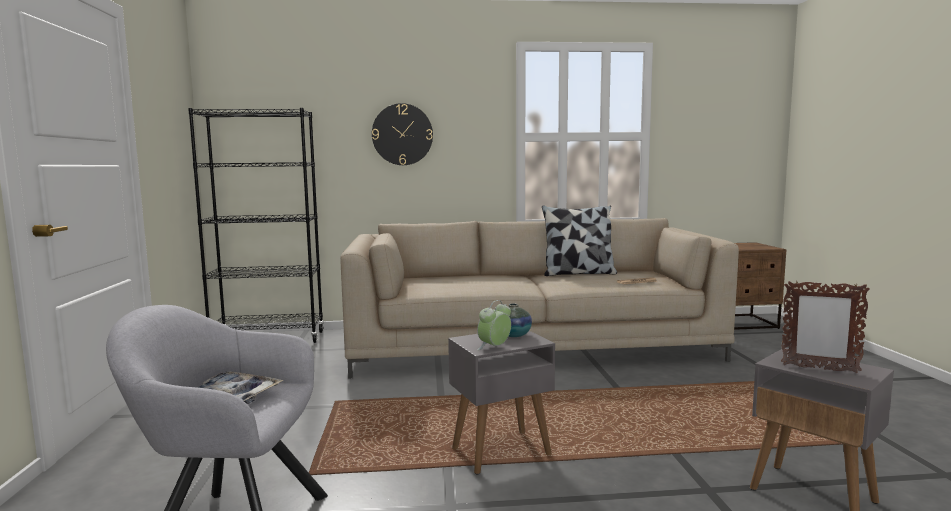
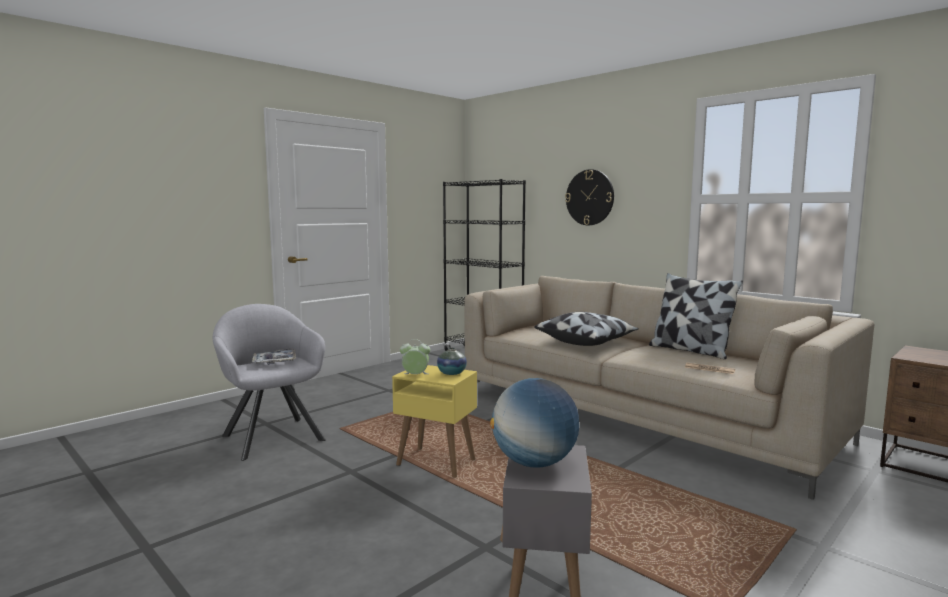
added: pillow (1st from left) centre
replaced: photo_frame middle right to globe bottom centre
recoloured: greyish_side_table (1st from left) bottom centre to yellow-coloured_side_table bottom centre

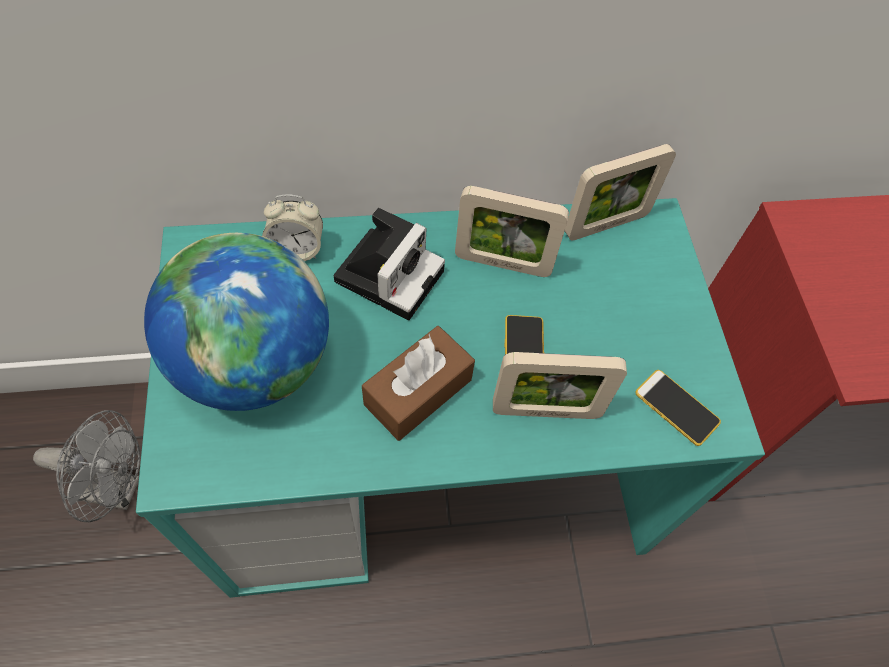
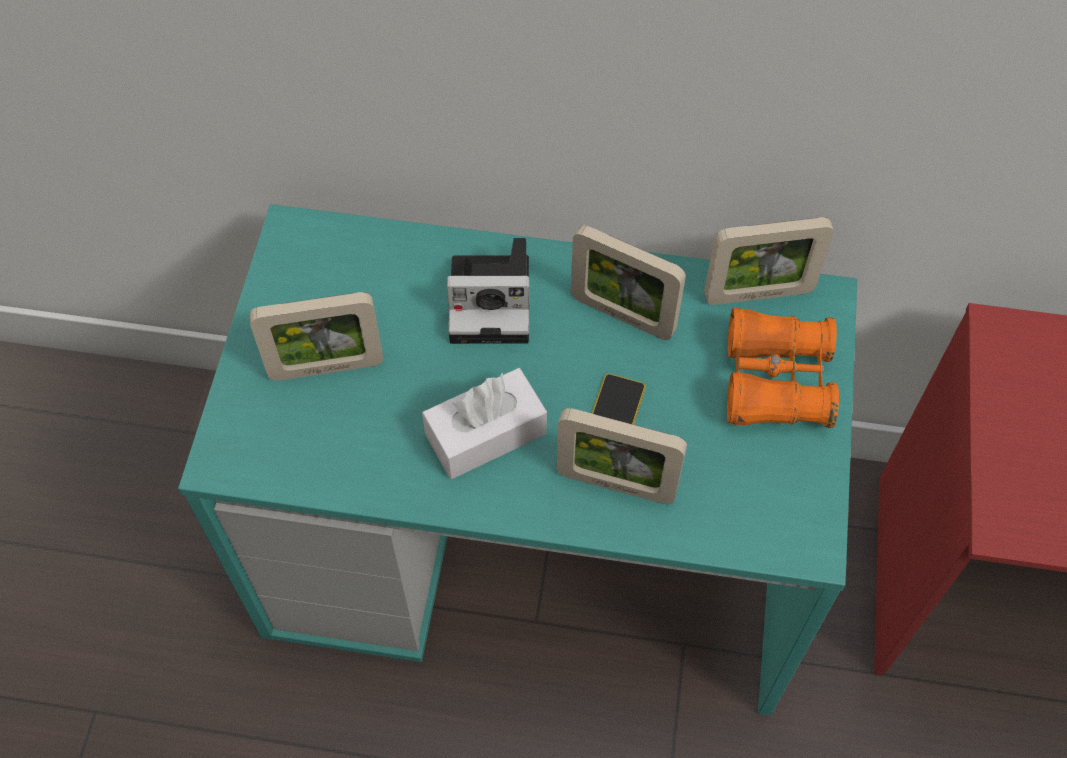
removed: greyish_cooling_fan bottom left; bedside_clock middle left; handset (2nd from left) middle right
added: orange_pair_of_binoculars middle right
replaced: globe middle left to photo_frame (1st from left) middle left
recoloured: brown_tissue_box centre to white_tissue_box centre
turned: still_camera centre = centre 45 degrees clockwise

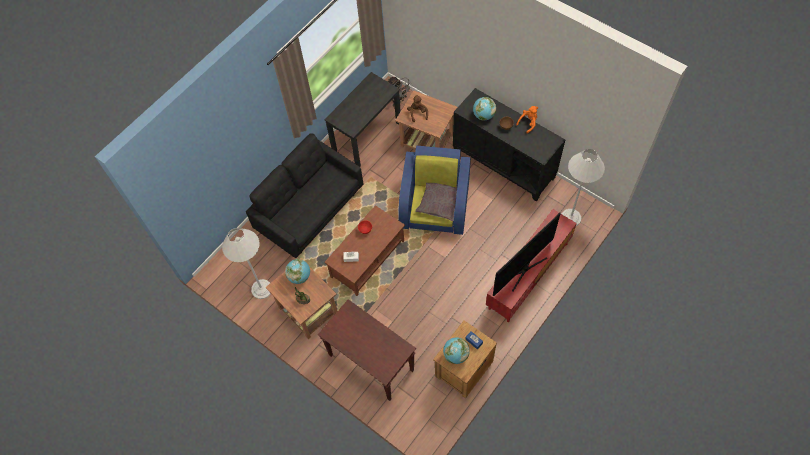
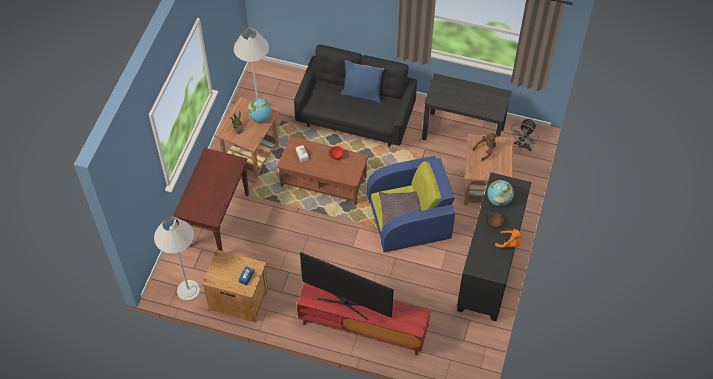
removed: globe (2nd from left) bottom centre
added: blue_pillow top centre
moved: white_floor_lamp (2nd from left in the first image) middle right to white_floor_lamp (1st from left) bottom left

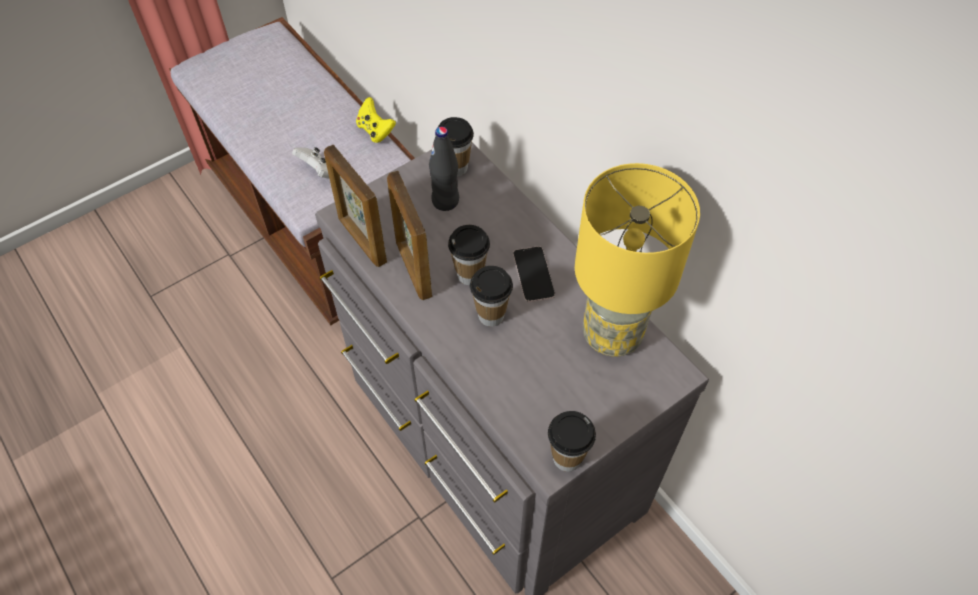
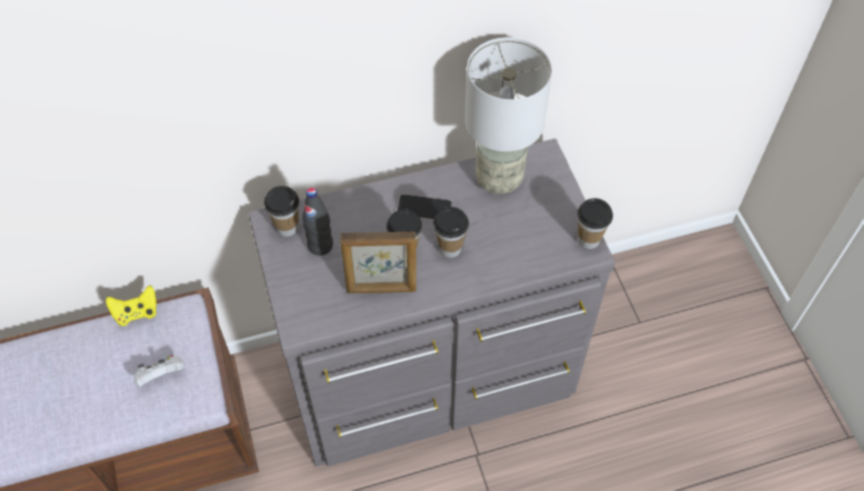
removed: photo_frame (1st from left) centre
recoloured: yellow-coloured_table_lamp centre to greyish_table_lamp top centre

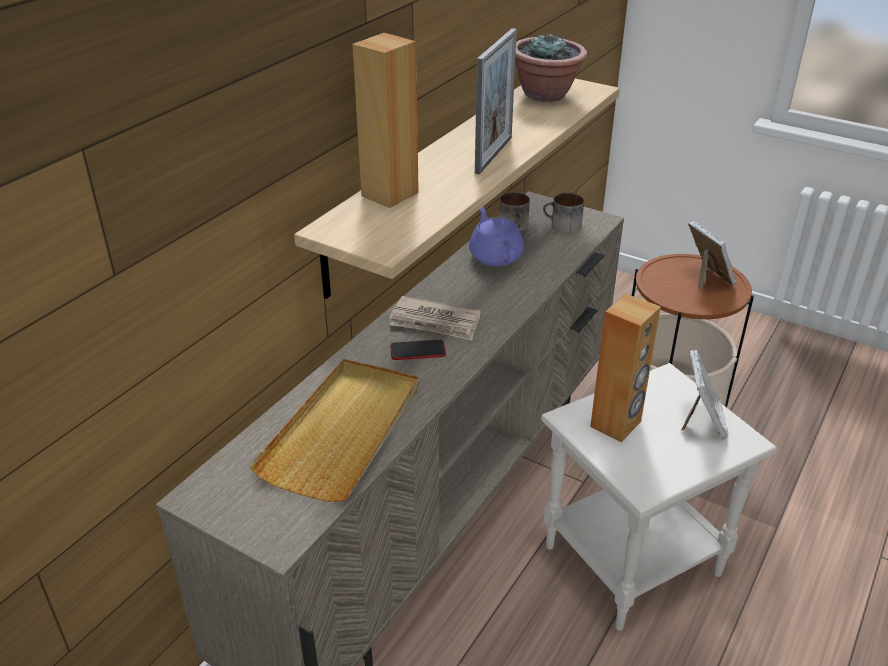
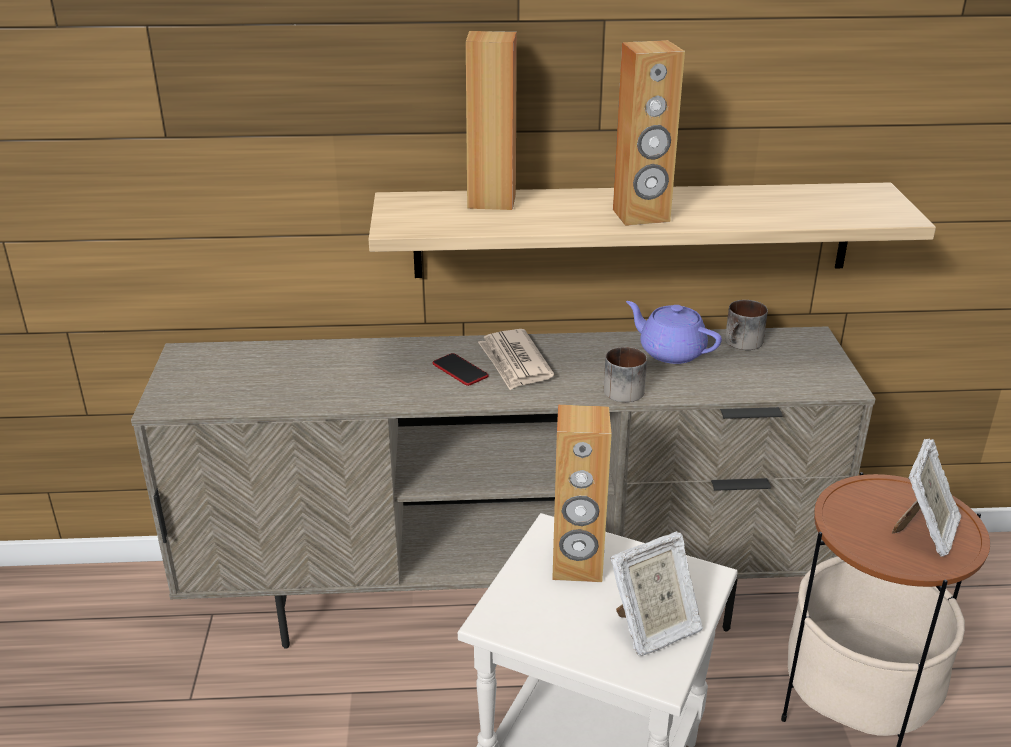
removed: beige_carrying_tray centre; potted_plant top centre
moved: coffee_mug (2nd from left in the first image) top centre to coffee_mug (1st from left) centre
replaced: photo_frame (1st from left) top centre to brown_loudspeaker (3rd from left) top centre
turned: purplish_teapot centre = middle right 90 degrees counterclockwise

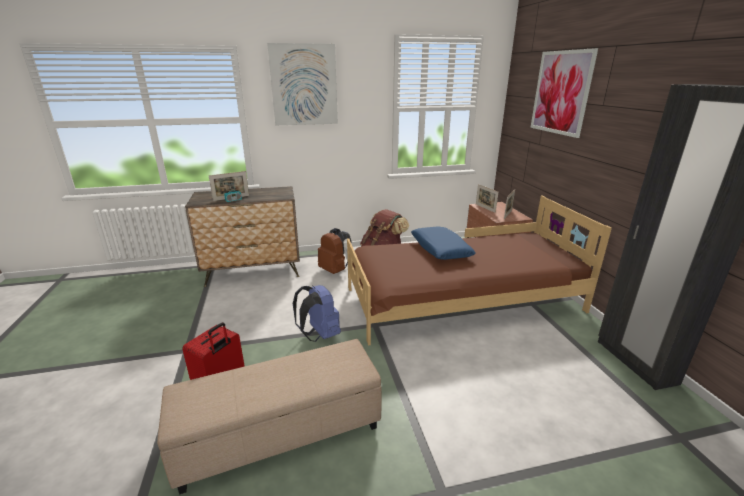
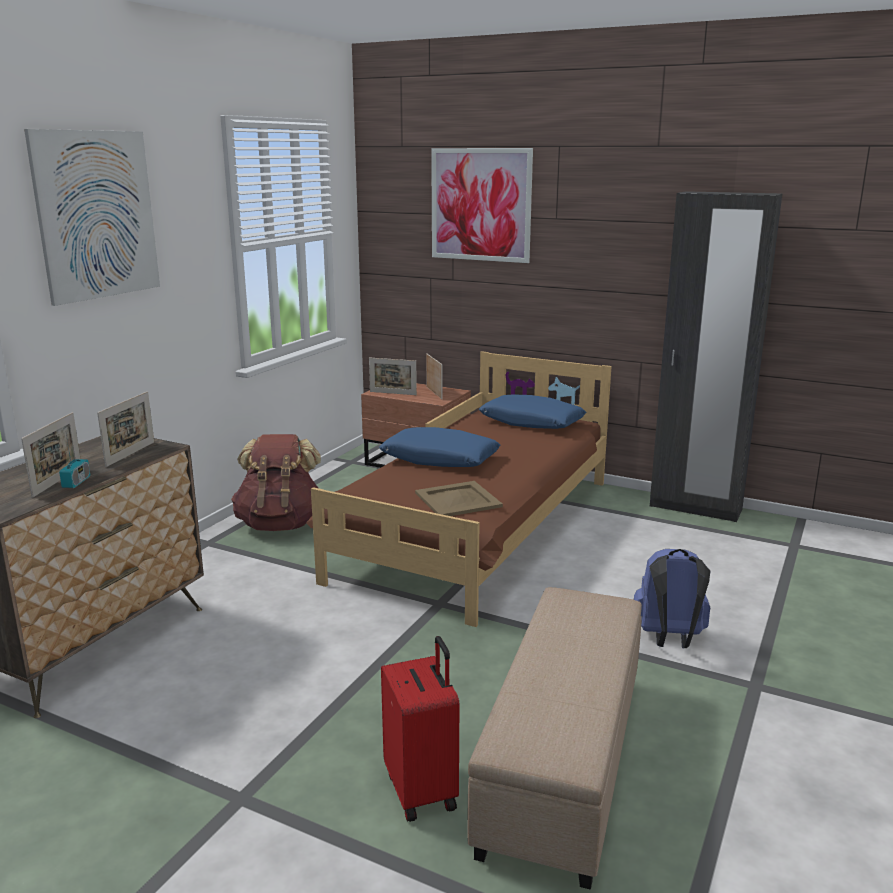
removed: brown_knapsack (1st from left) centre
added: photo_frame (2nd from left) middle left; beige_carrying_tray centre; blue_pillow (2nd from left) centre
moved: blue_knapsack centre to bottom right

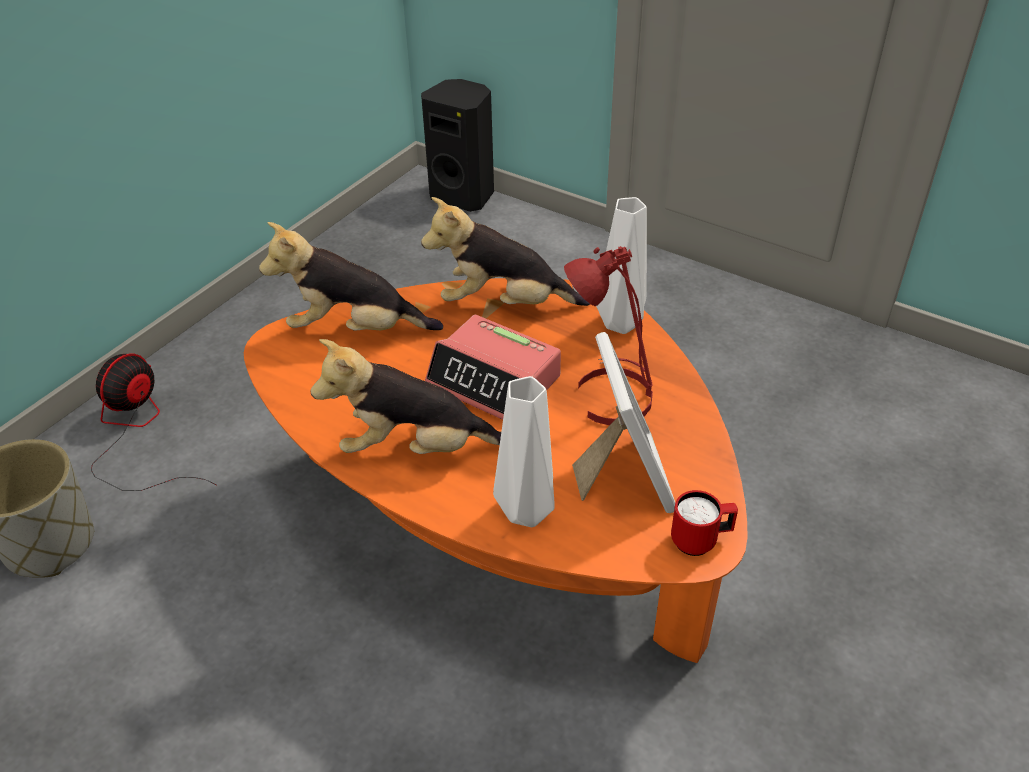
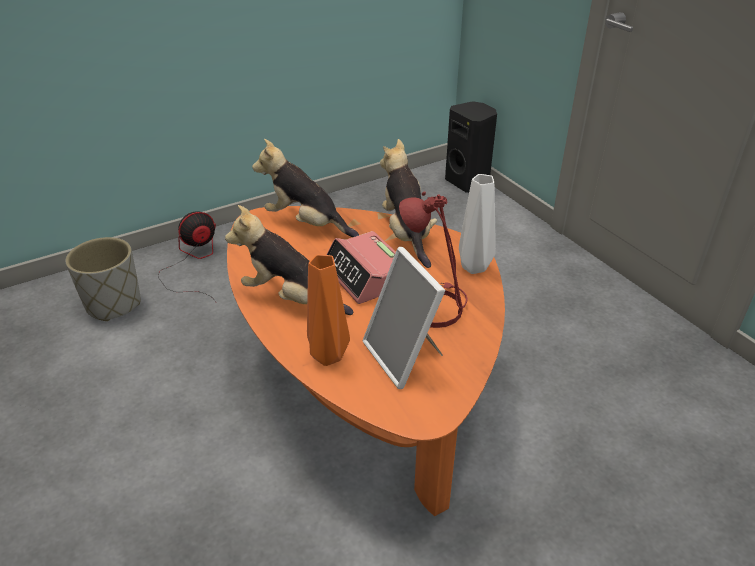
removed: red-coloured_coffee_mug bottom right
recoloured: white_vase (1st from left) centre to orange_vase centre
turned: plush_toy (3rd from left) top centre = centre 45 degrees clockwise; photo_frame centre = centre 135 degrees clockwise

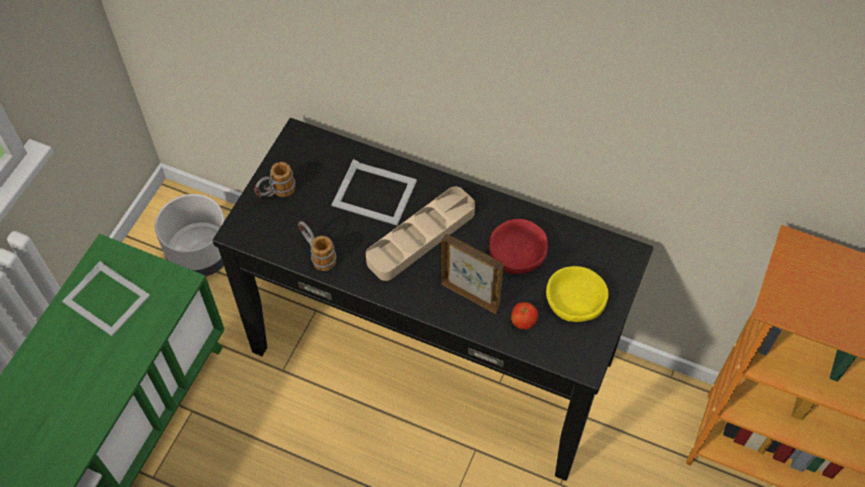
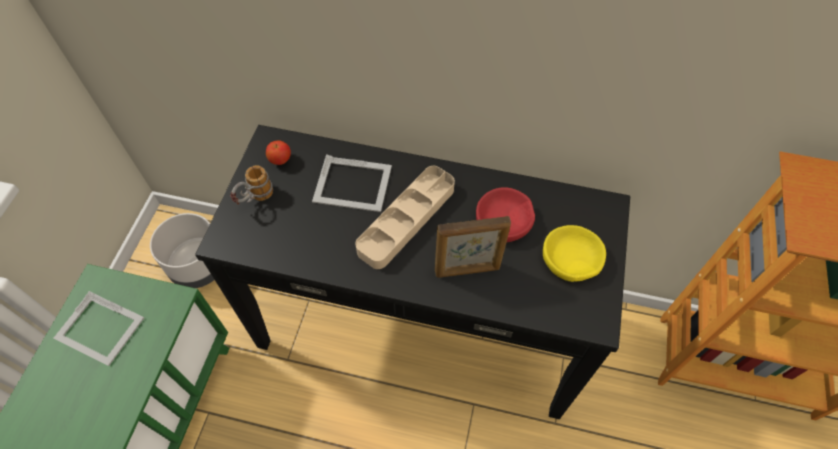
removed: coffee_mug (2nd from left) centre
moved: apple_fruit centre to middle left
turned: photo_frame (3rd from left) centre = centre 150 degrees clockwise

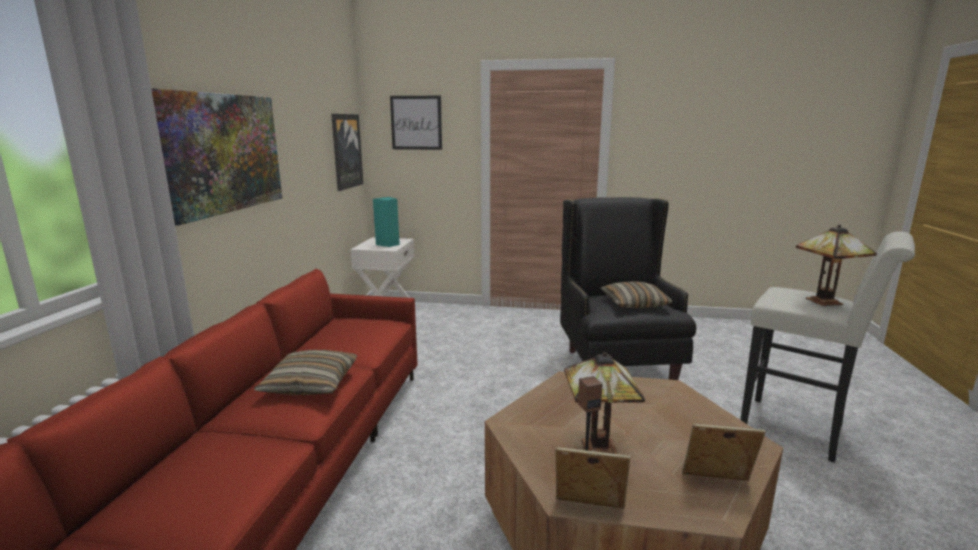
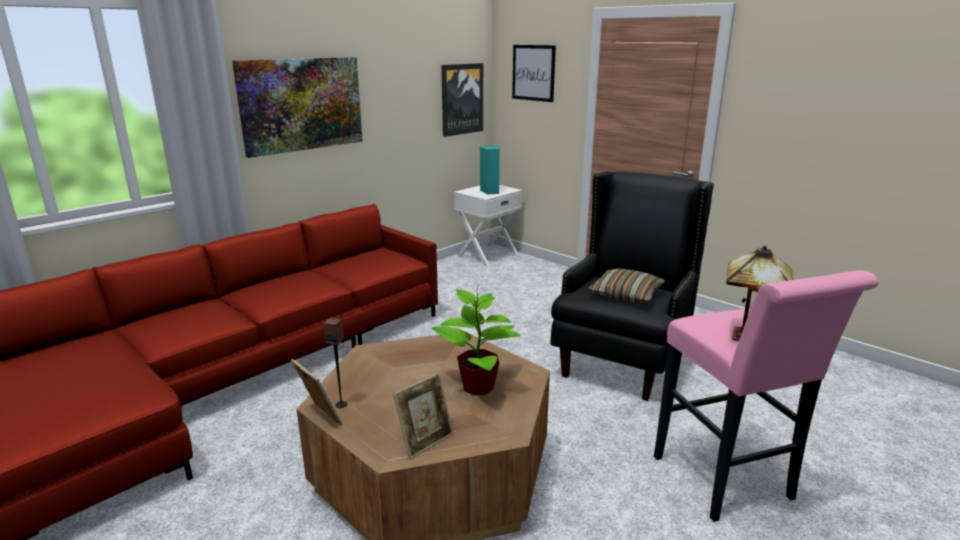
removed: pillow (1st from left) bottom left; table_lamp (1st from left) bottom centre
added: potted_plant centre
recoloured: white_stool middle right to pinkish_stool bottom right
turned: photo_frame (2nd from left) bottom right = bottom centre 90 degrees clockwise

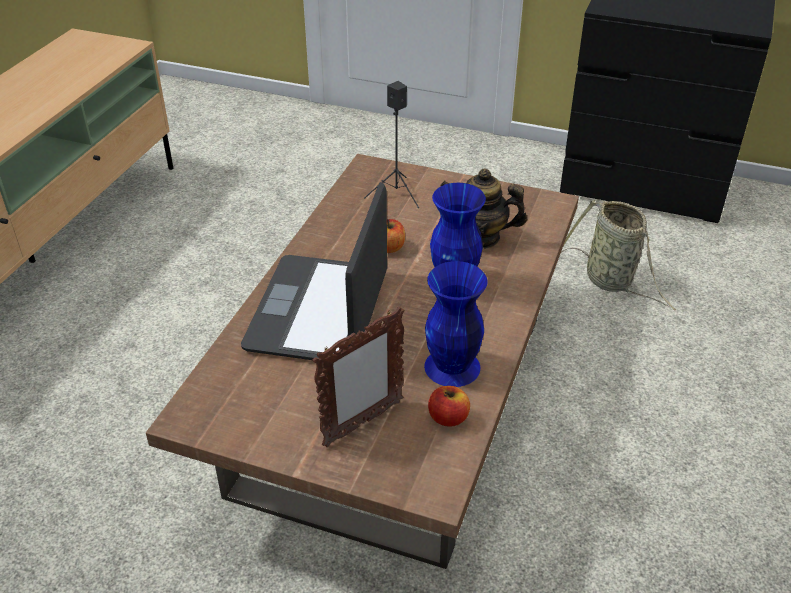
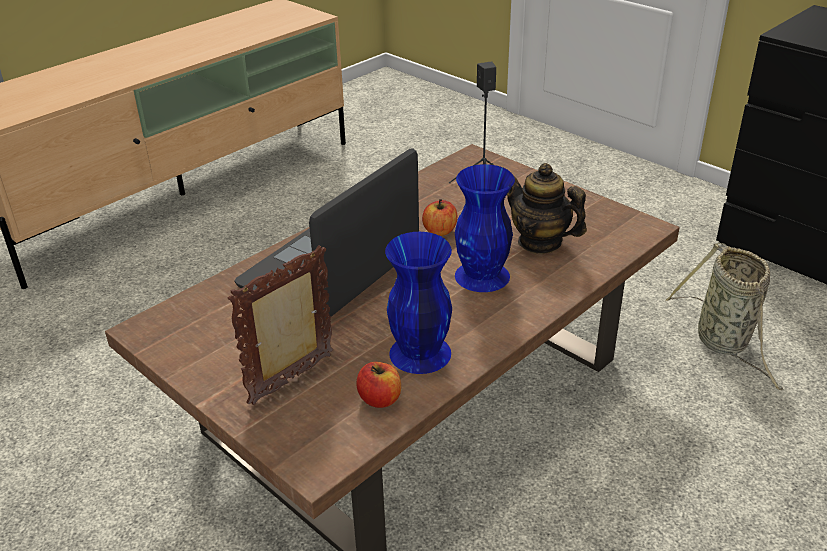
turned: photo_frame centre = centre 150 degrees clockwise

